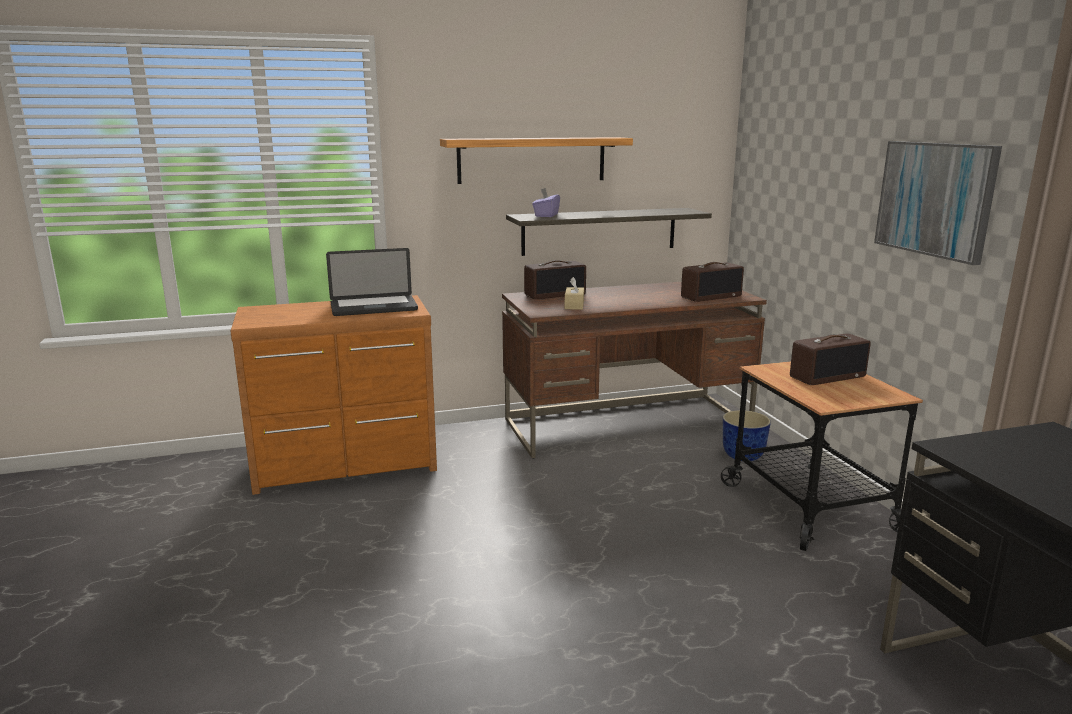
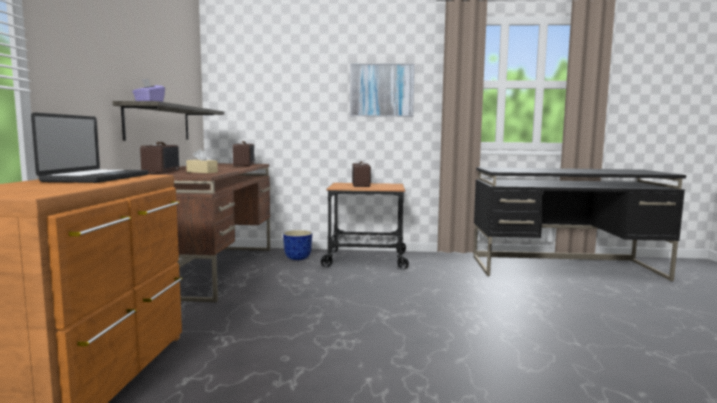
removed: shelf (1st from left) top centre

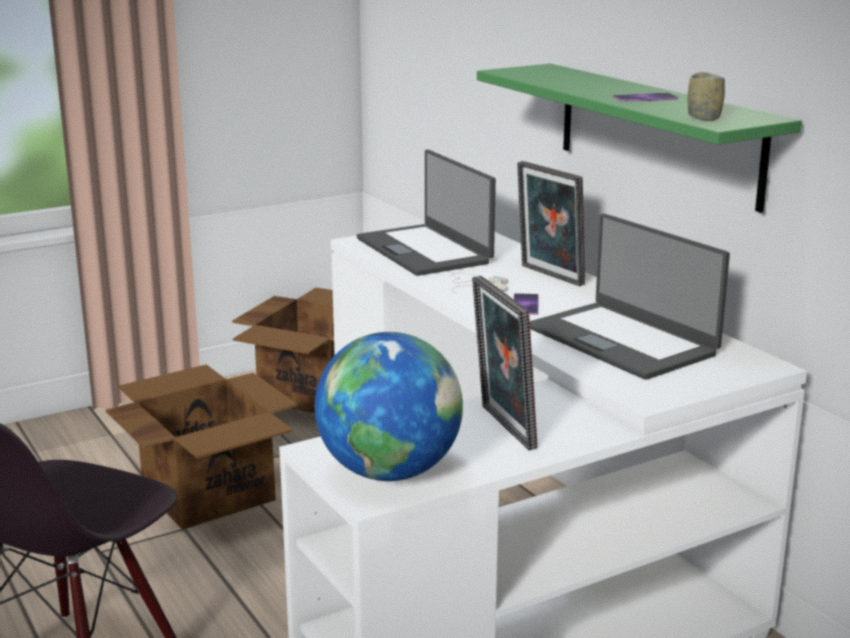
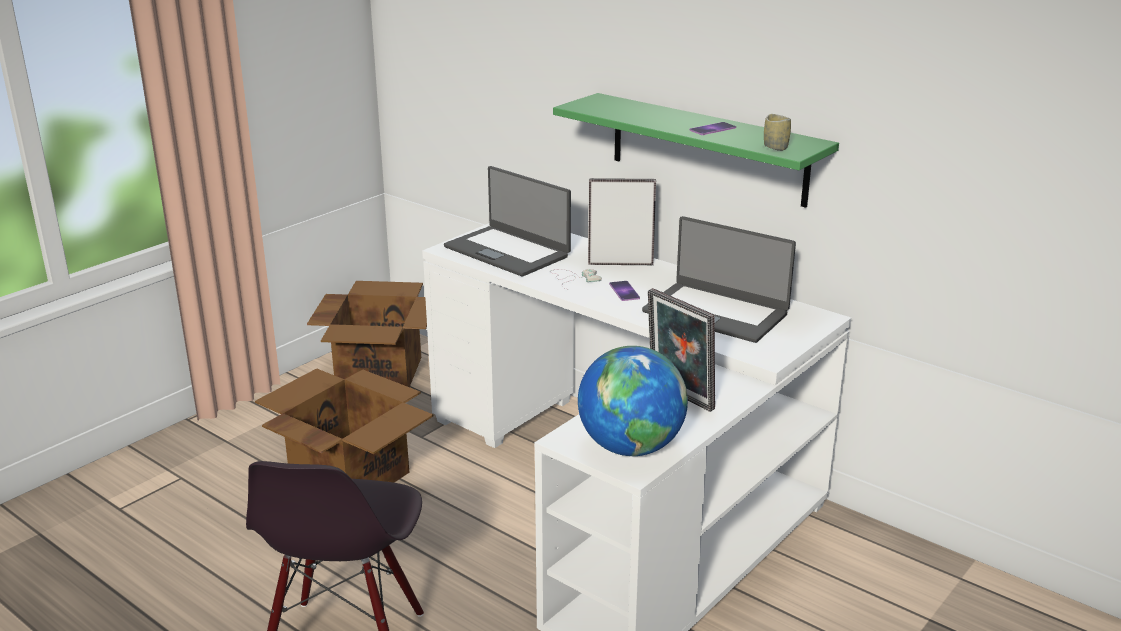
turned: photo_frame (2nd from left in the first image) centre = centre 150 degrees clockwise

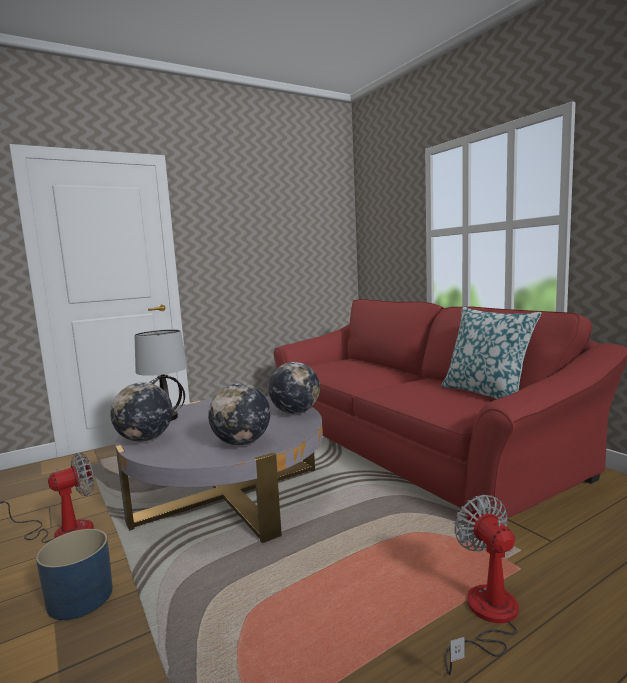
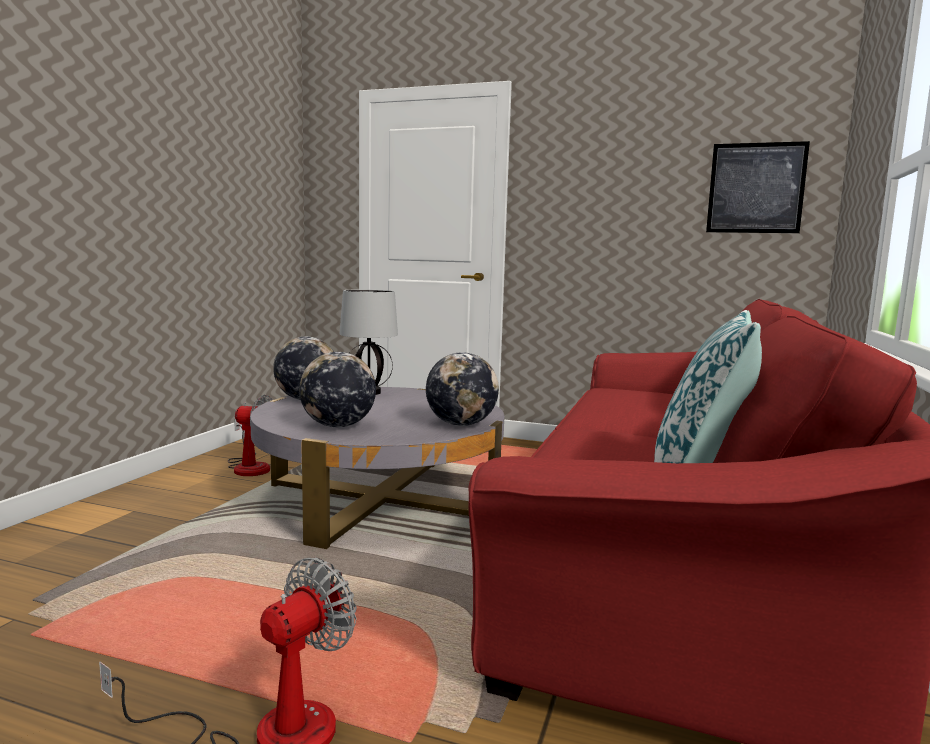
removed: blue_flower_pot bottom left
added: wall_picture top right

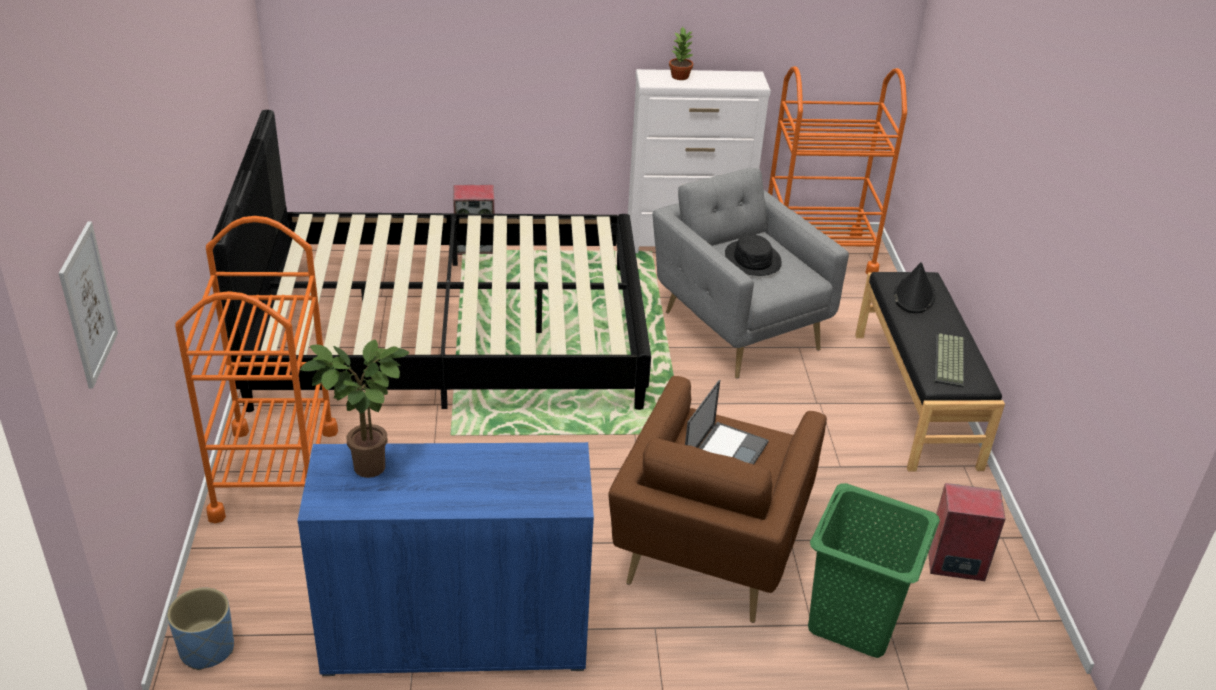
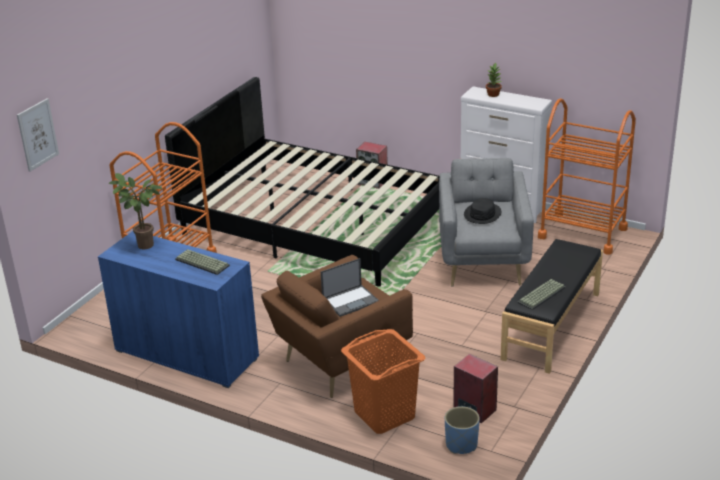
removed: blackish_hat (2nd from left) middle right
added: keyboard (1st from left) middle left
moved: blue_flower_pot bottom left to bottom centre
recoloured: green_laundry_basket bottom right to orange_laundry_basket bottom centre

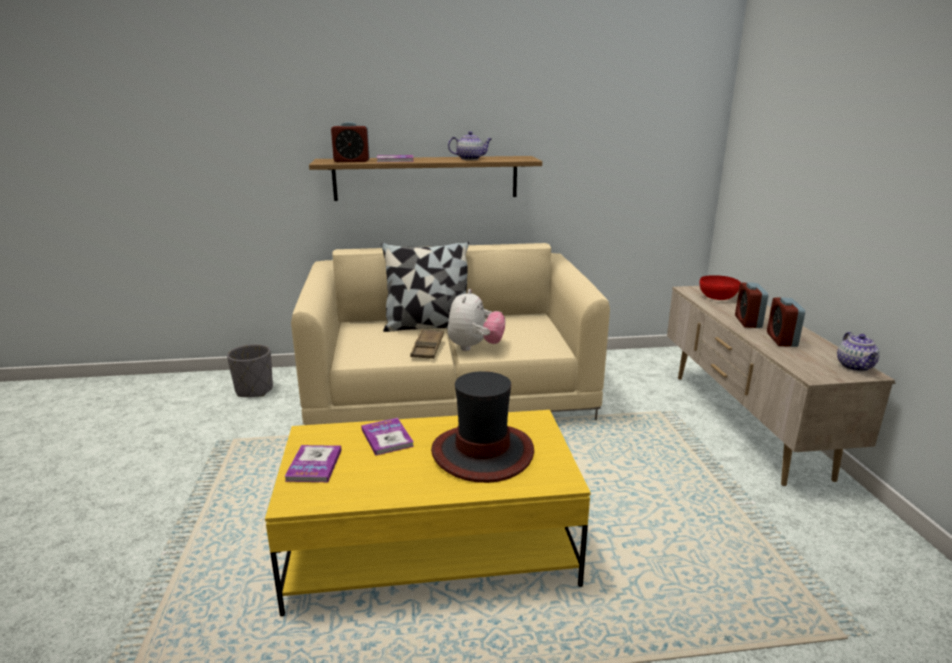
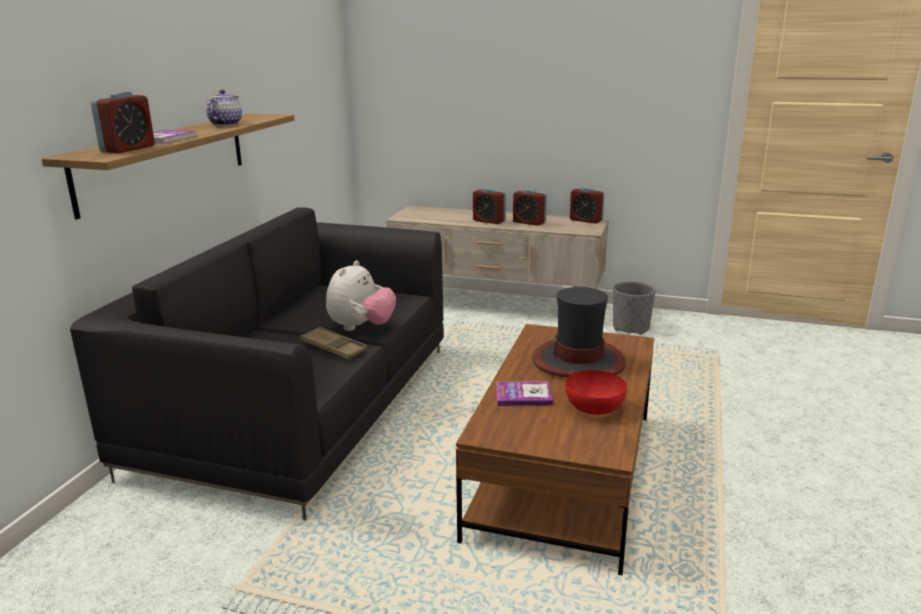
removed: volume (1st from left) bottom left; pillow centre
moved: greyish_flower_pot middle left to middle right; red-coloured_bowl middle right to centre
replaced: teapot (2nd from left) middle right to bedside_clock (4th from left) centre
recoloured: yellow-coloured_lounge_table bottom centre to brown_lounge_table bottom centre; beige_settee centre to blackish_settee middle left
turned: plush_toy centre = centre 75 degrees clockwise

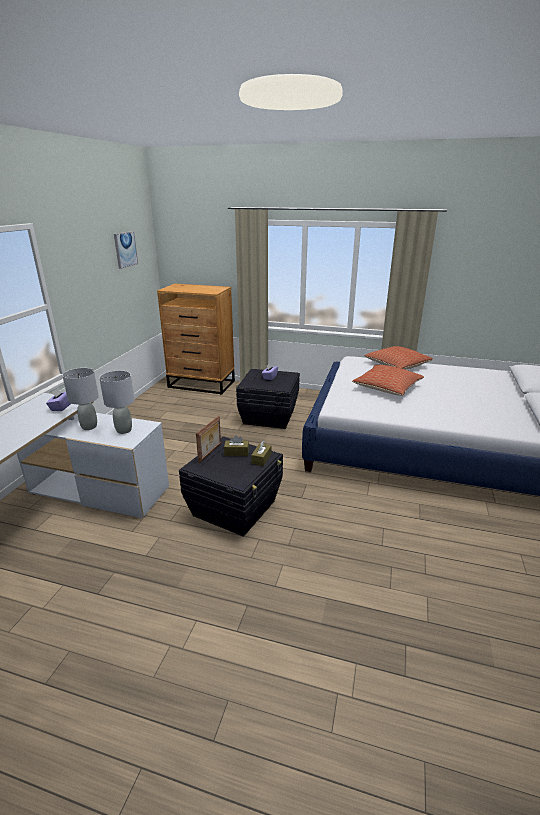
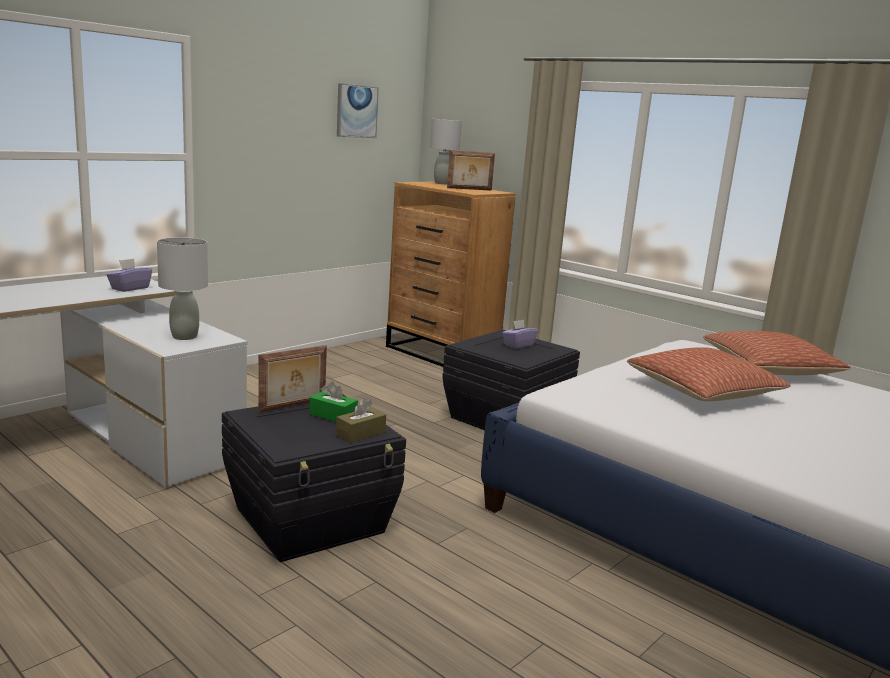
added: photo_frame (2nd from left) top centre
moved: greyish_table_lamp (1st from left in the first image) middle left to greyish_table_lamp (2nd from left) top centre
recoloured: brown_tissue_box (1st from left) centre to green_tissue_box centre

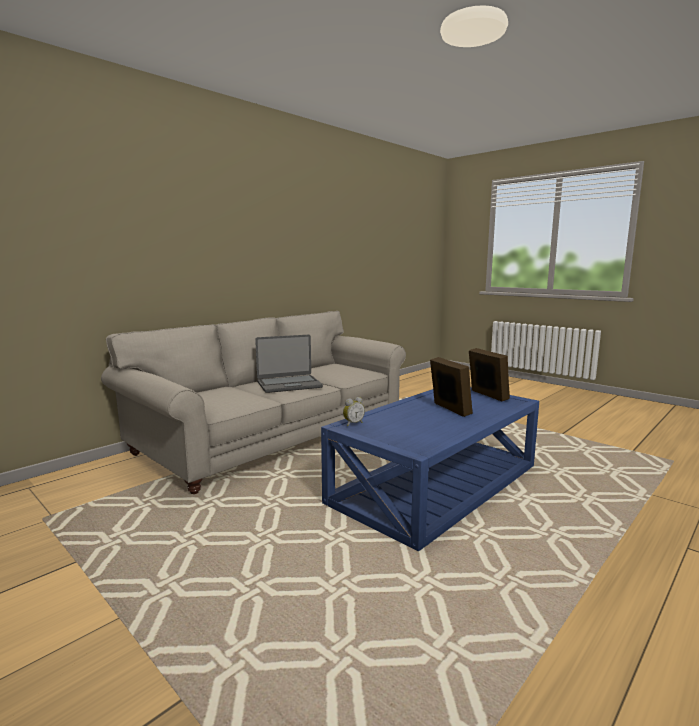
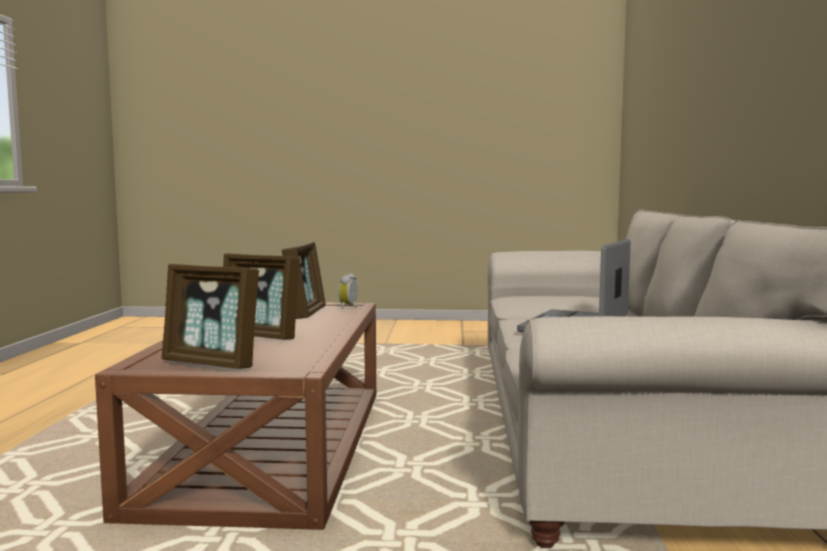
added: photo_frame (3rd from left) centre
recoloured: blue_lounge_table centre to brown_lounge_table bottom left

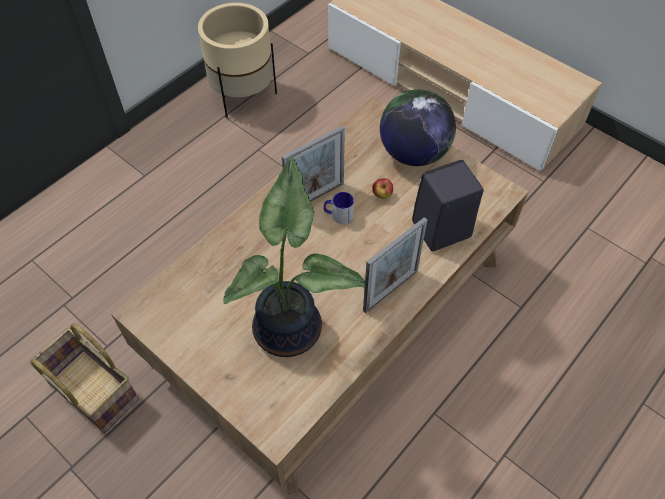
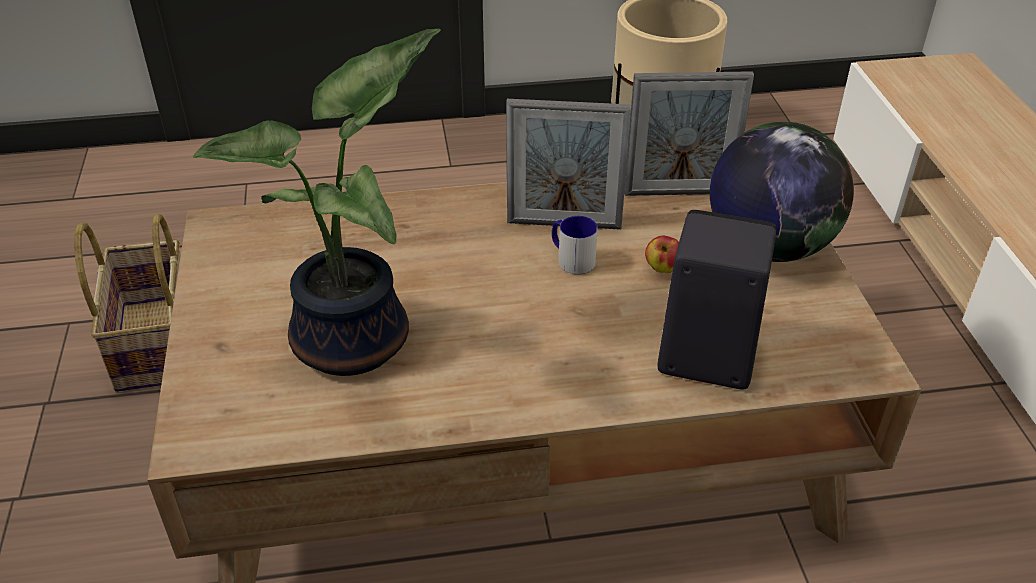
moved: photo_frame (2nd from left) centre to top centre

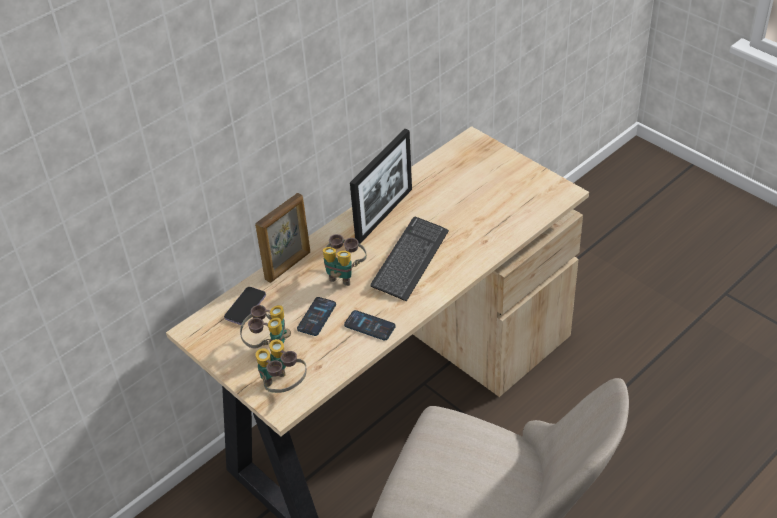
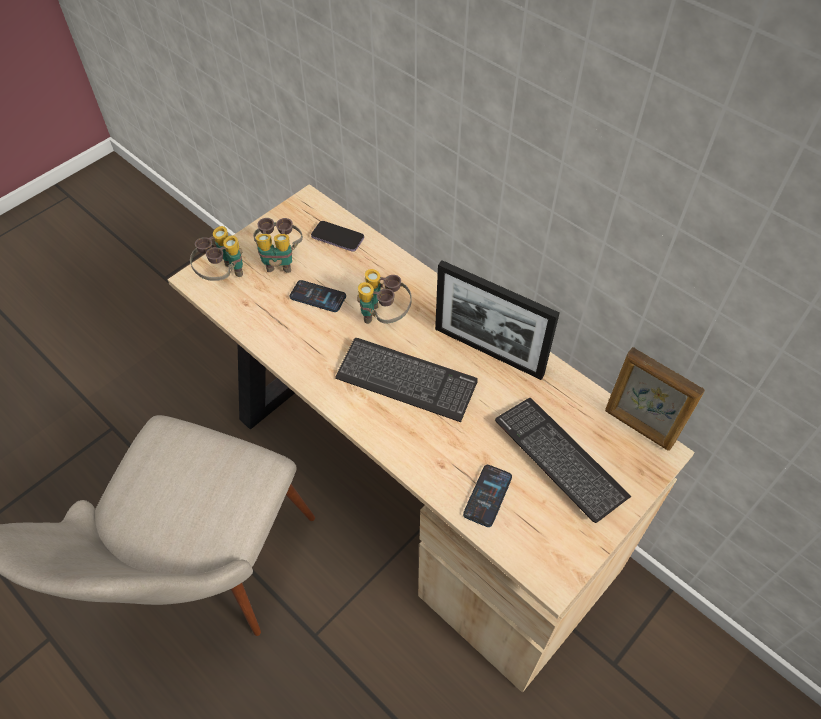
added: keyboard (2nd from left) middle right
moved: photo_frame (1st from left in the first image) centre to photo_frame (2nd from left) middle right; handset (3rd from left) centre to bottom centre

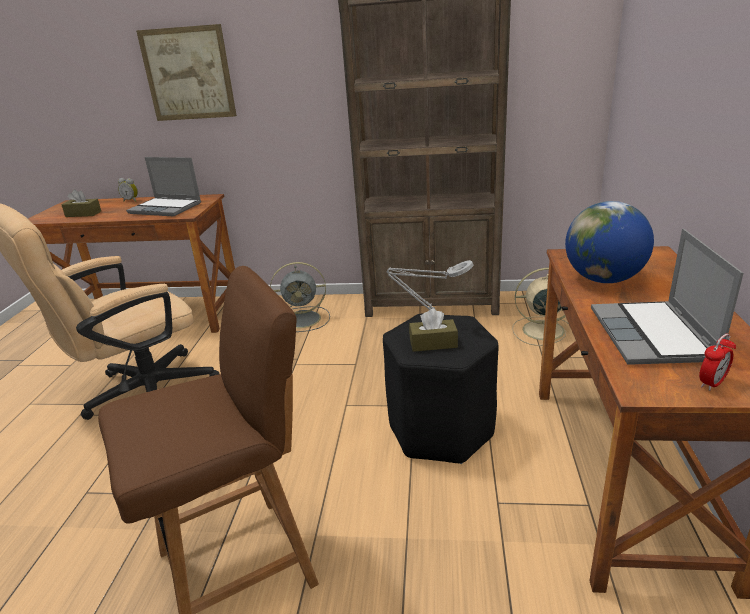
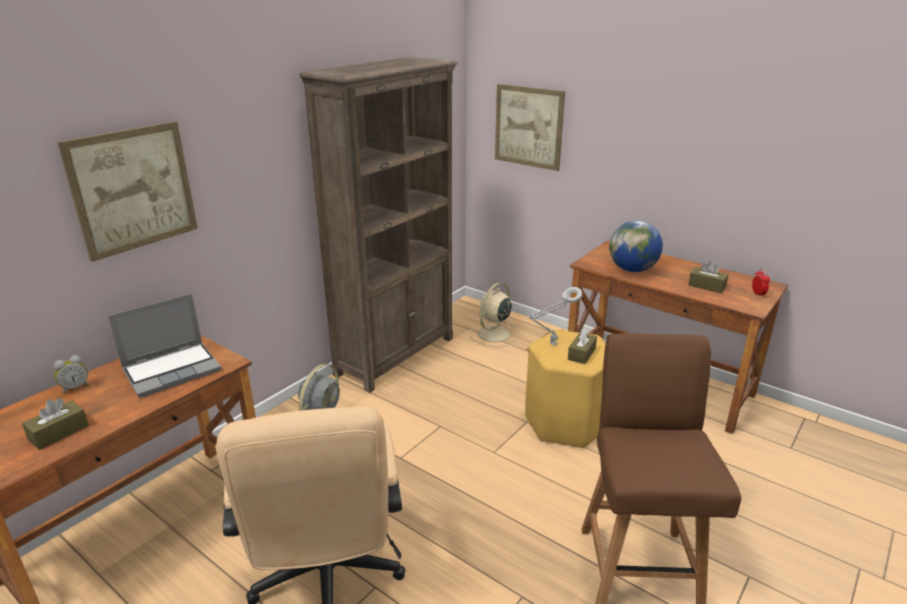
added: wall_picture (2nd from left) top centre
replaced: notebook_computer (2nd from left) middle right to brown_tissue_box (3rd from left) middle right
recoloured: blackish_stool centre to yellow-coloured_stool centre

